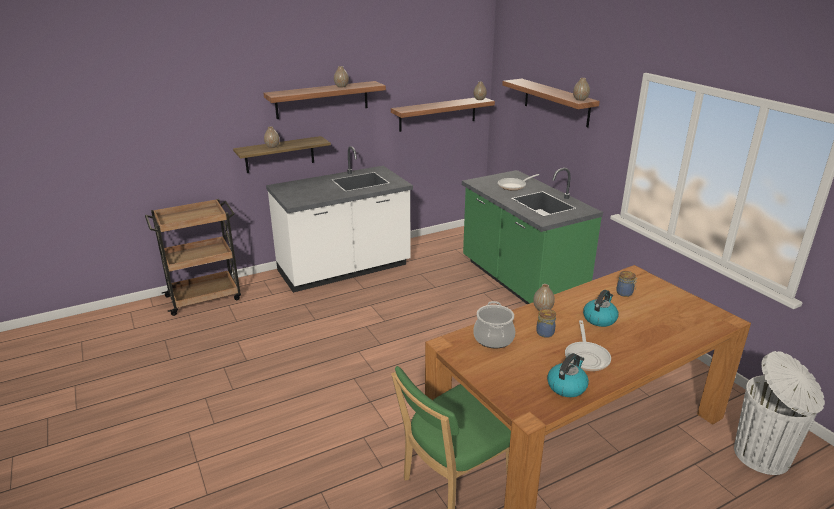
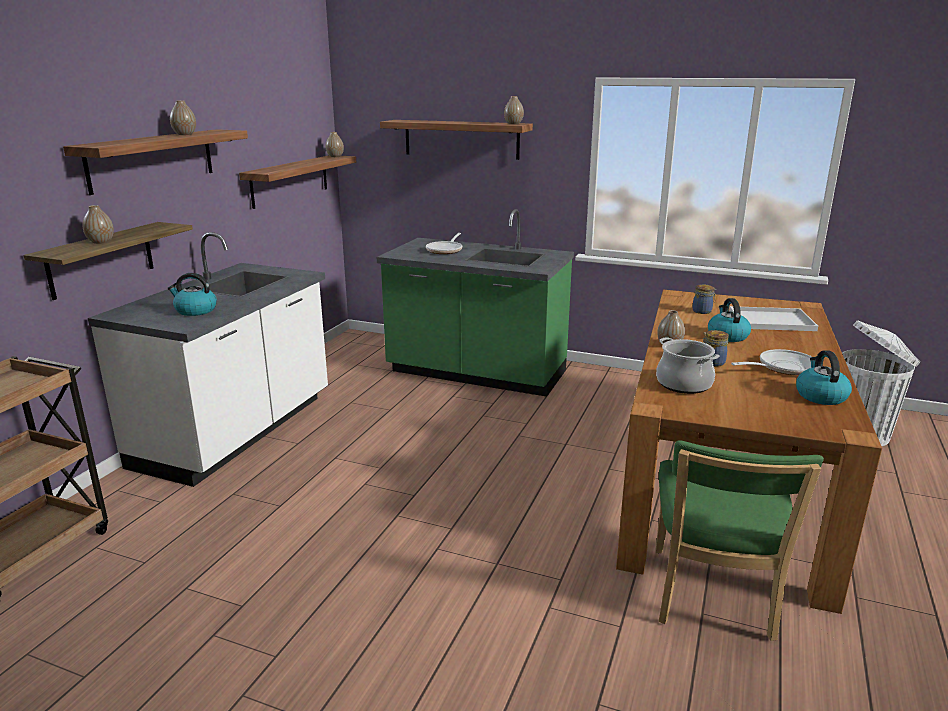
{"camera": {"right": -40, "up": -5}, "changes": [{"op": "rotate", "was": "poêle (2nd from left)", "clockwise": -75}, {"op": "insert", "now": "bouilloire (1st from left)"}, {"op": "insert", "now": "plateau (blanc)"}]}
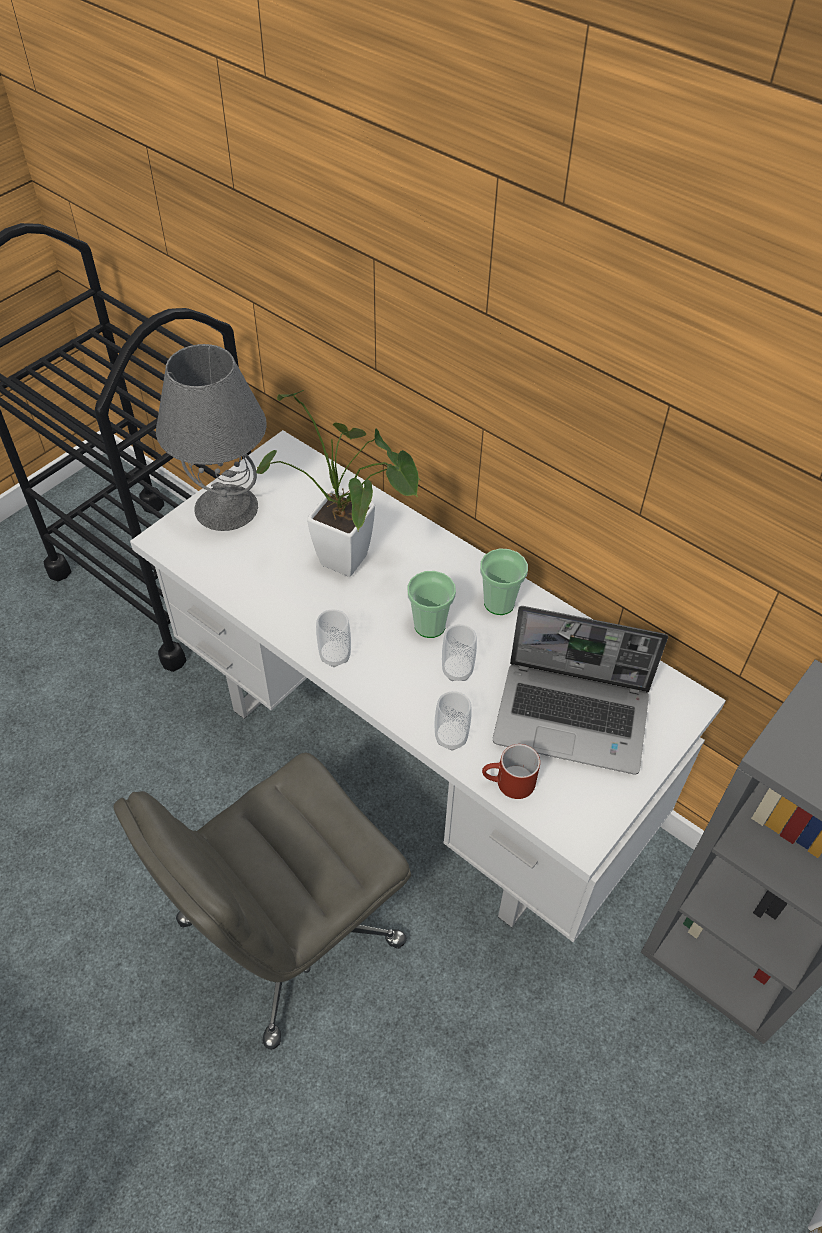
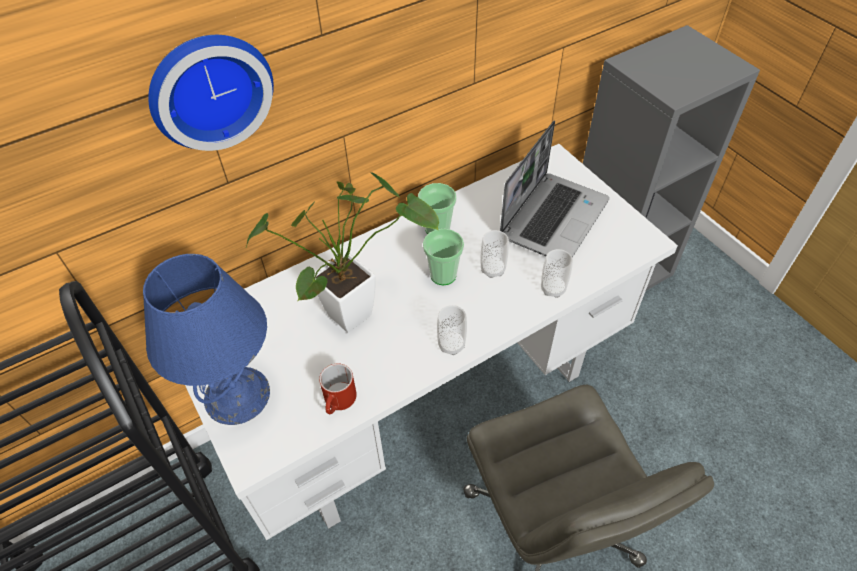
{"camera": {"right": -70, "up": 0}, "changes": [{"op": "recolor", "was": "lampe de table (gris)", "now": "lampe de table (bleu)"}, {"op": "move", "was": "mug (rouge)"}, {"op": "insert", "now": "horloge murale"}]}
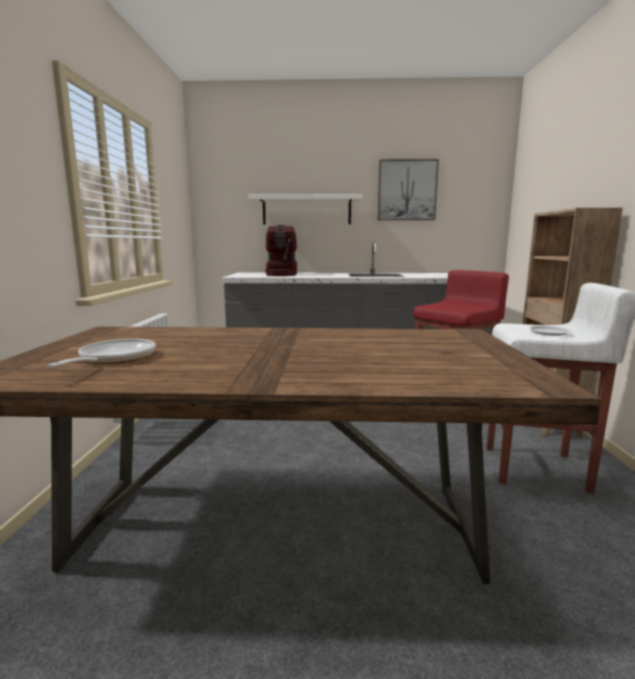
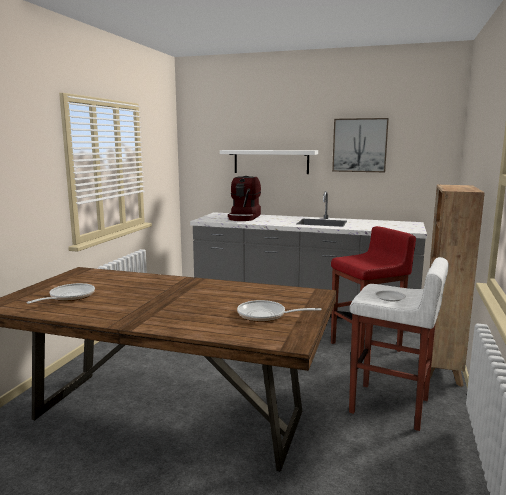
{"camera": {"right": 15, "up": 0}, "changes": [{"op": "insert", "now": "poêle (2nd from left)"}]}
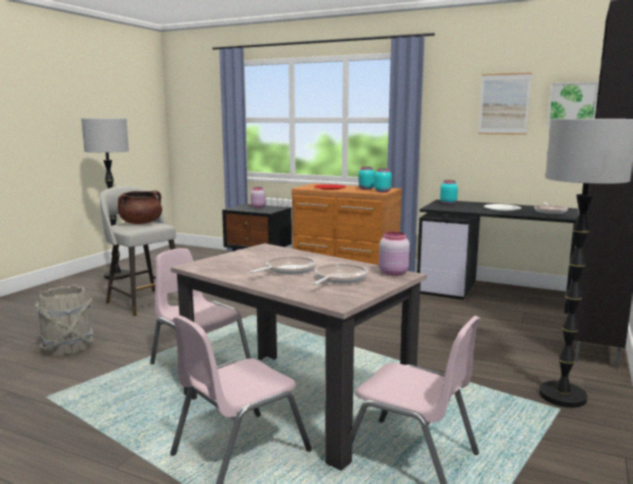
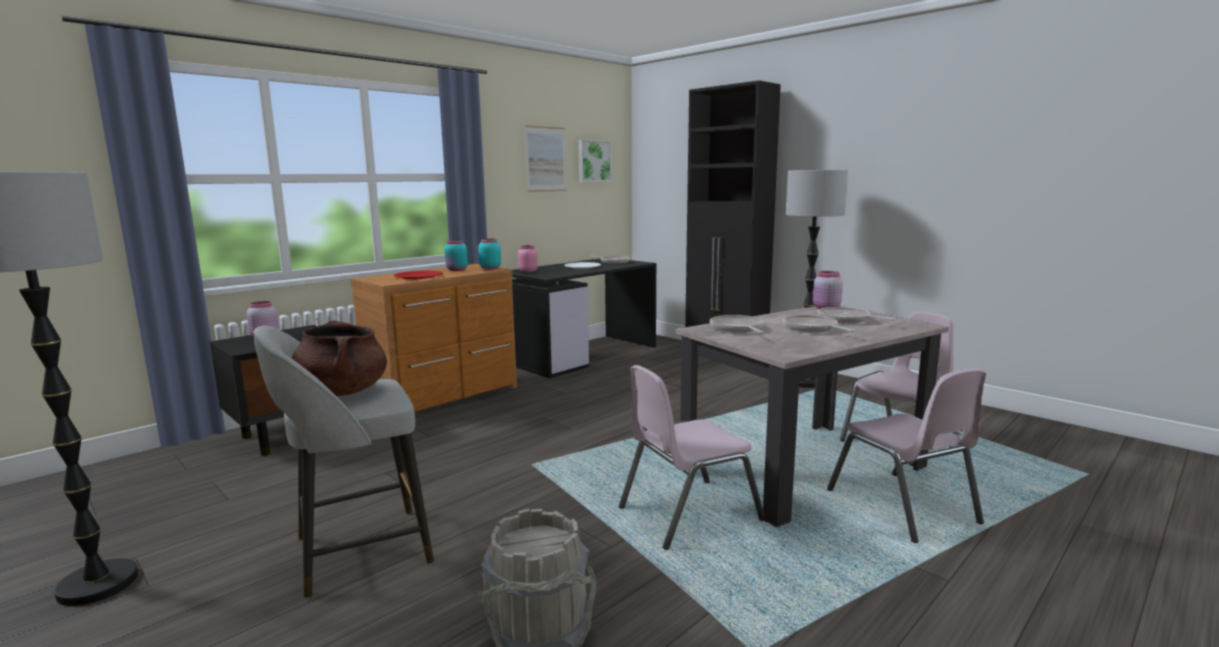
{"camera": {"right": -70, "up": 0}, "changes": [{"op": "recolor", "was": "bocal (turquoise) (3rd from left)", "now": "bocal (rose) (2nd from left)"}, {"op": "insert", "now": "poêle (2nd from left)"}]}
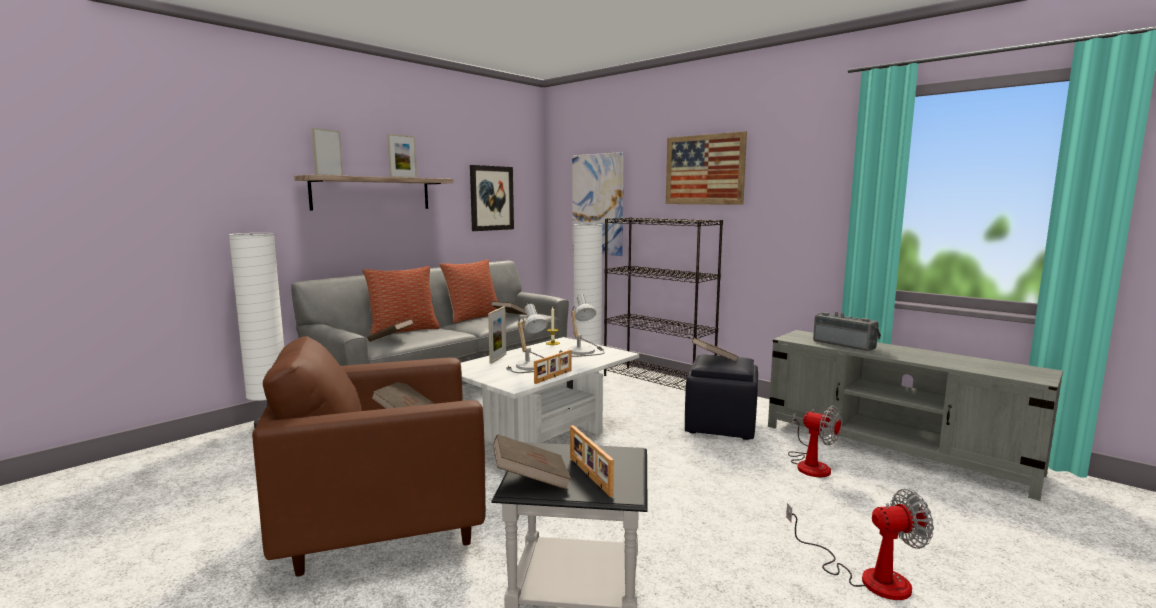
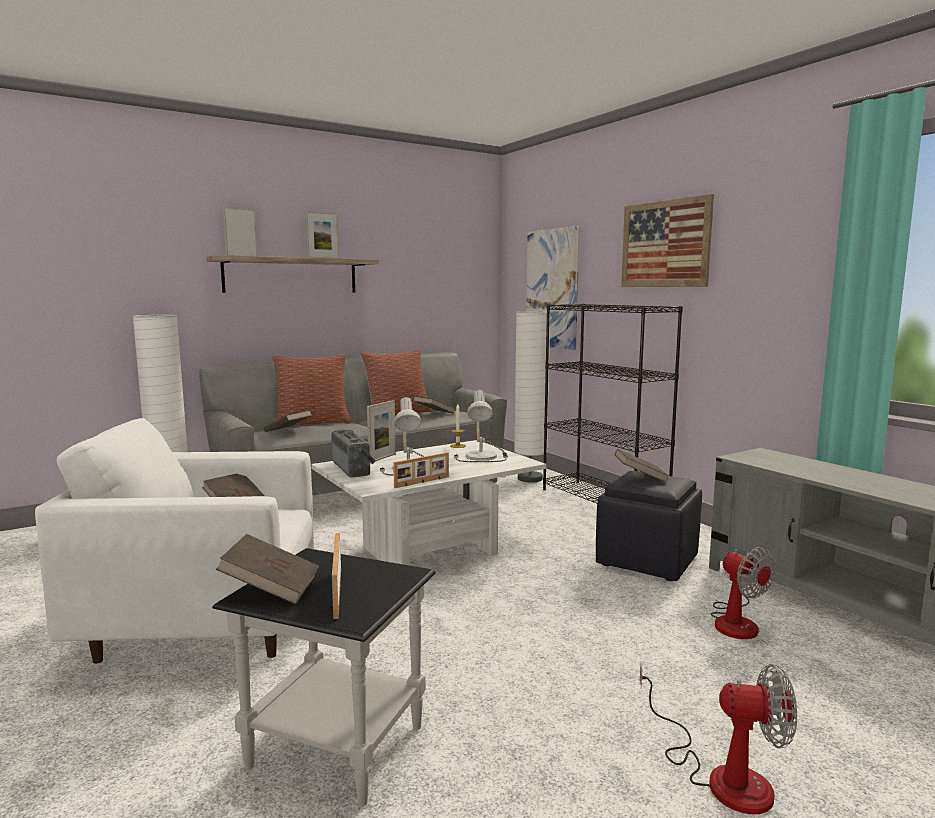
{"camera": {"right": 15, "up": 0}, "changes": [{"op": "delete", "was": "tableau (1st from left)"}, {"op": "move", "was": "radio"}, {"op": "recolor", "was": "fauteuil (marron)", "now": "fauteuil (blanc)"}]}
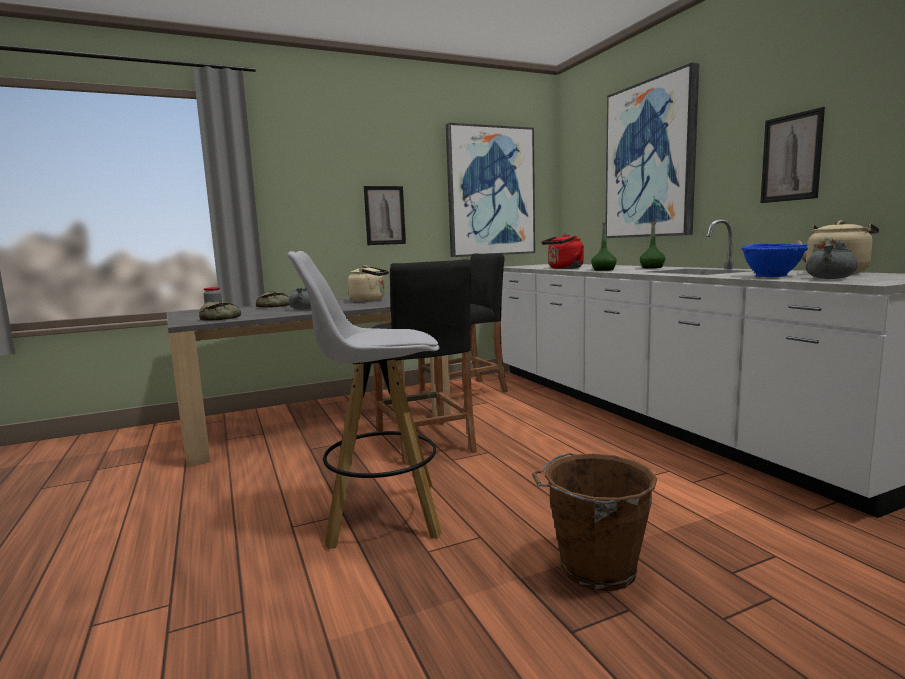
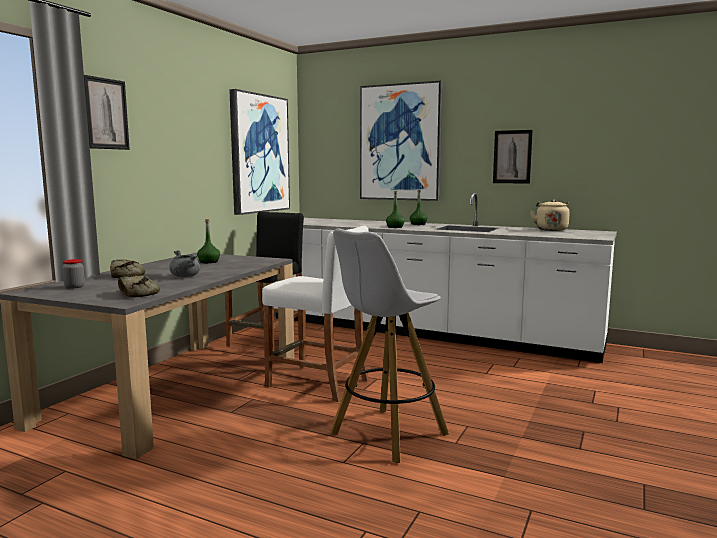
{"camera": {"right": -40, "up": 0}, "changes": [{"op": "move", "was": "tableau (1st from left)"}, {"op": "delete", "was": "bouilloire (rouge)"}, {"op": "delete", "was": "marmite (gris) (2nd from left)"}, {"op": "delete", "was": "bol (bleu)"}, {"op": "recolor", "was": "tabouret (noir) (1st from left)", "now": "tabouret (blanc) (1st from left)"}, {"op": "replace", "was": "bouilloire (beige) (1st from left)", "now": "bouteille (vert) (1st from left)"}, {"op": "delete", "was": "seau (marron)"}]}
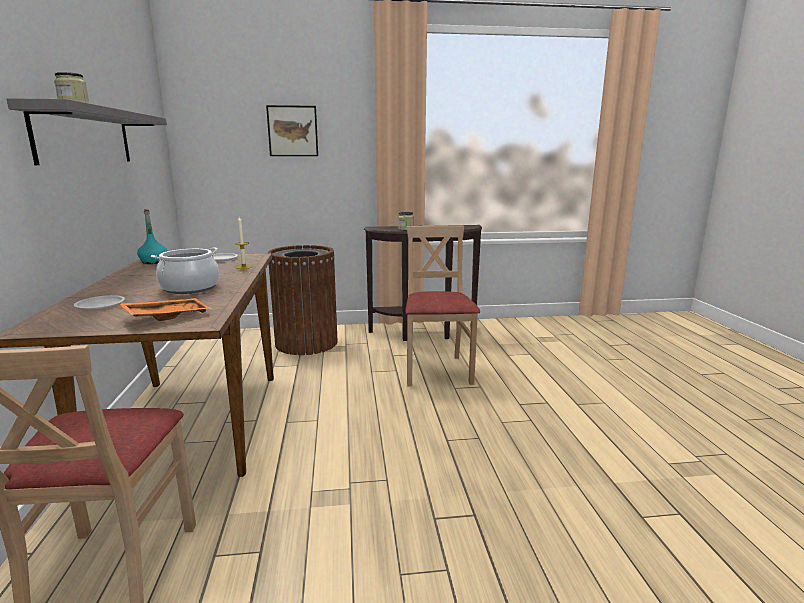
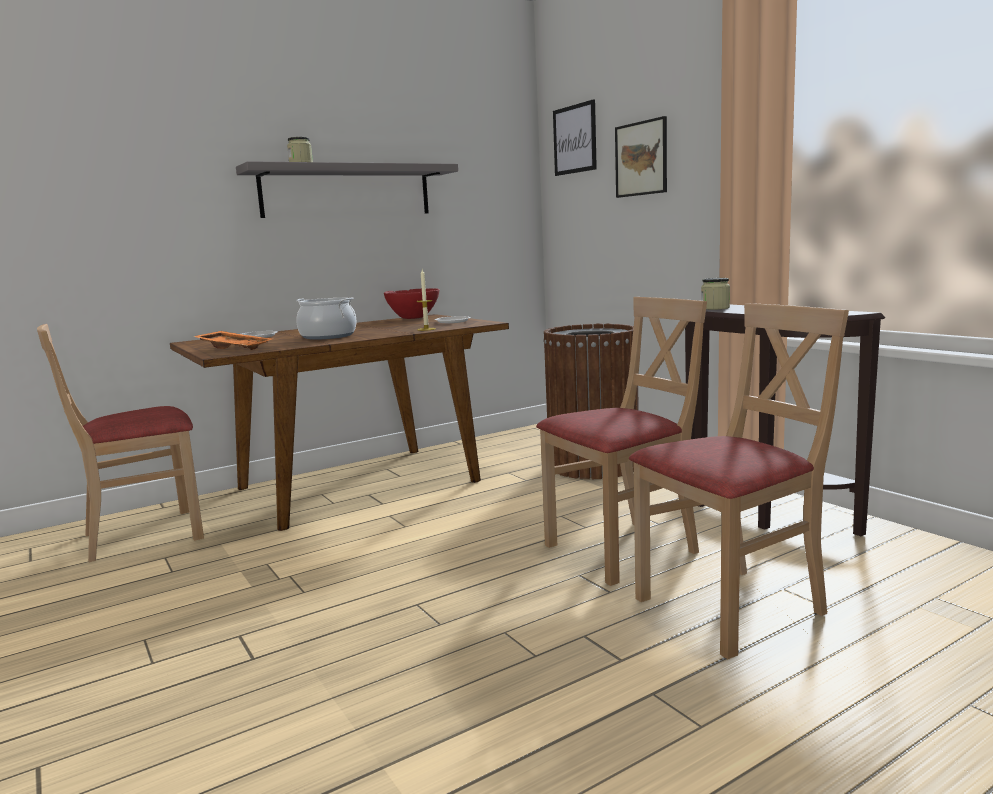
{"camera": {"right": 65, "up": -5}, "changes": [{"op": "replace", "was": "bouteille (turquoise)", "now": "bol (rouge)"}, {"op": "insert", "now": "tableau (1st from left)"}, {"op": "insert", "now": "chaise (beige) (3rd from left)"}]}
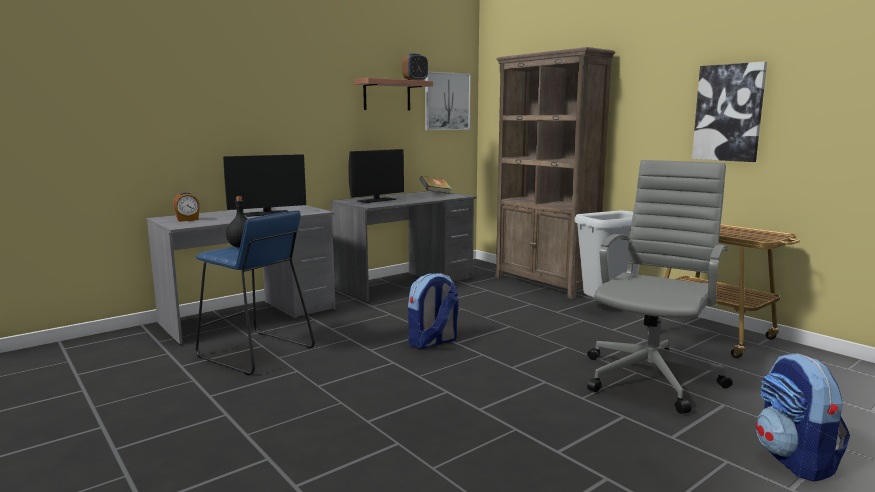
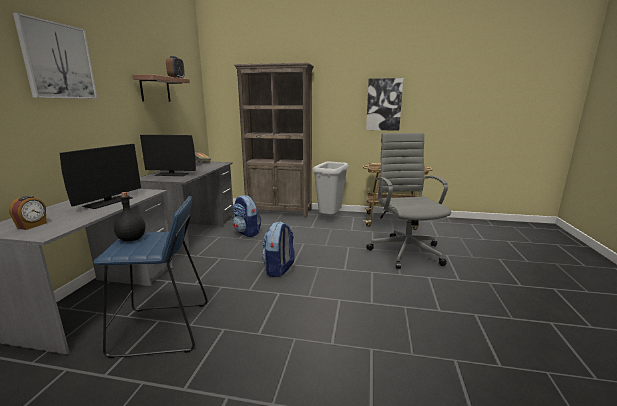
{"camera": {"right": -40, "up": 5}, "changes": [{"op": "move", "was": "tableau (1st from left)"}, {"op": "rotate", "was": "écran d'ordinateur (2nd from left)", "clockwise": 90}, {"op": "move", "was": "sac à dos (2nd from left in the first image)", "now": "sac à dos (1st from left)"}]}
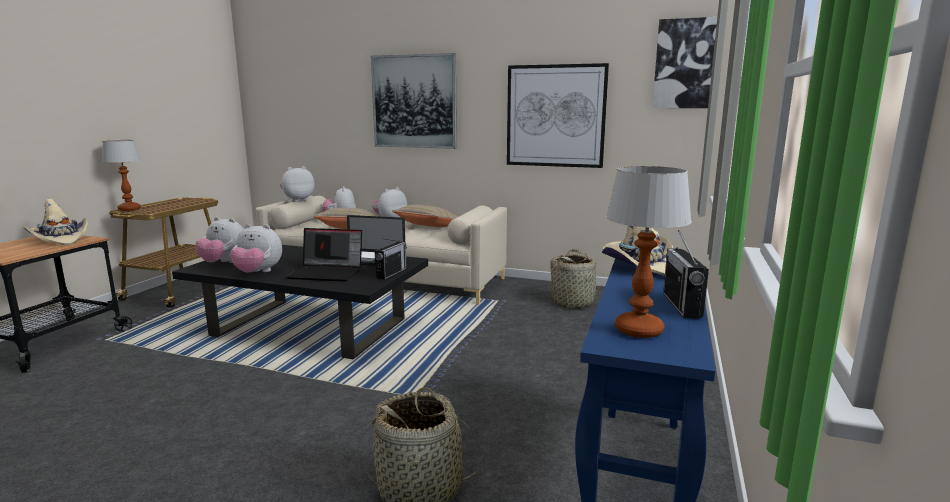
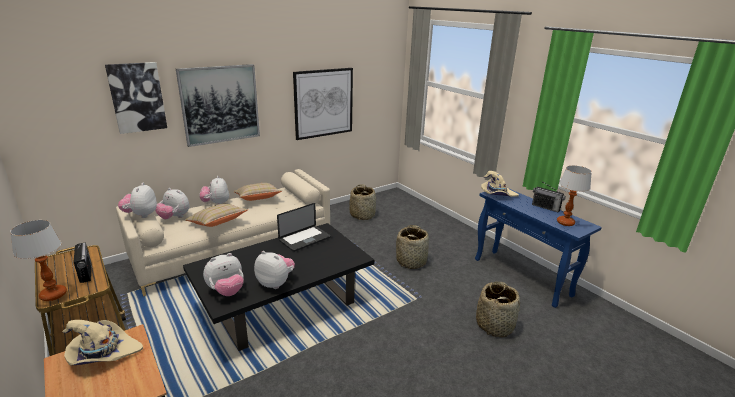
{"camera": {"right": -55, "up": 10}, "changes": [{"op": "move", "was": "tableau (3rd from left in the first image)", "now": "tableau (1st from left)"}, {"op": "rotate", "was": "peluche (2nd from left in the first image)", "clockwise": -105}, {"op": "delete", "was": "ordinateur portable (1st from left)"}, {"op": "move", "was": "radio (1st from left)"}, {"op": "insert", "now": "panier (2nd from left)"}]}
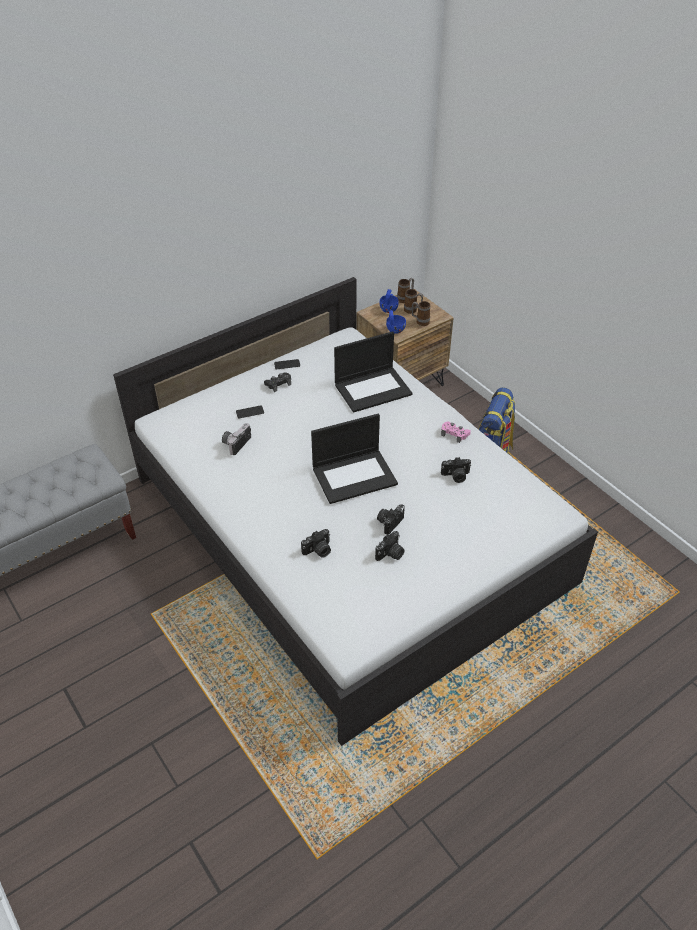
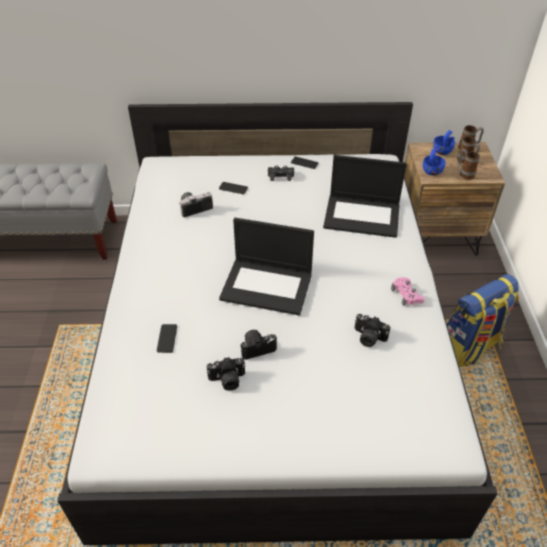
{"camera": {"right": 35, "up": 0}, "changes": [{"op": "replace", "was": "appareil photo (2nd from left)", "now": "téléphone (1st from left)"}]}
